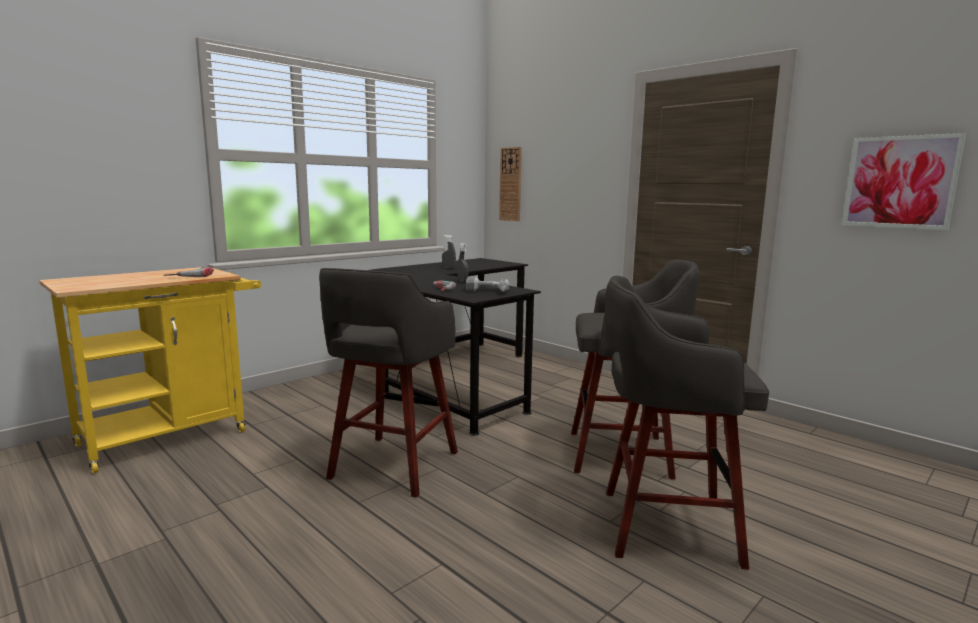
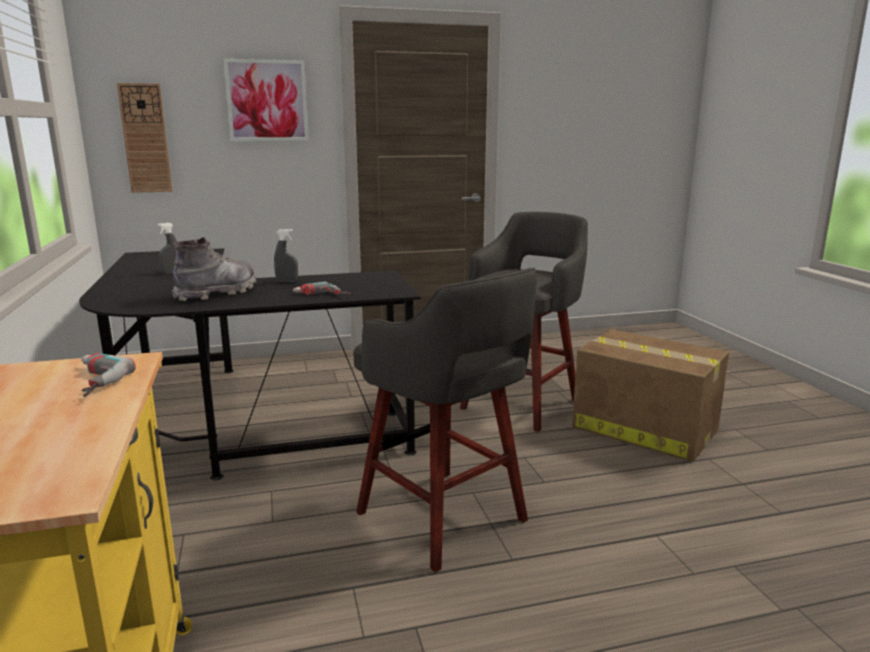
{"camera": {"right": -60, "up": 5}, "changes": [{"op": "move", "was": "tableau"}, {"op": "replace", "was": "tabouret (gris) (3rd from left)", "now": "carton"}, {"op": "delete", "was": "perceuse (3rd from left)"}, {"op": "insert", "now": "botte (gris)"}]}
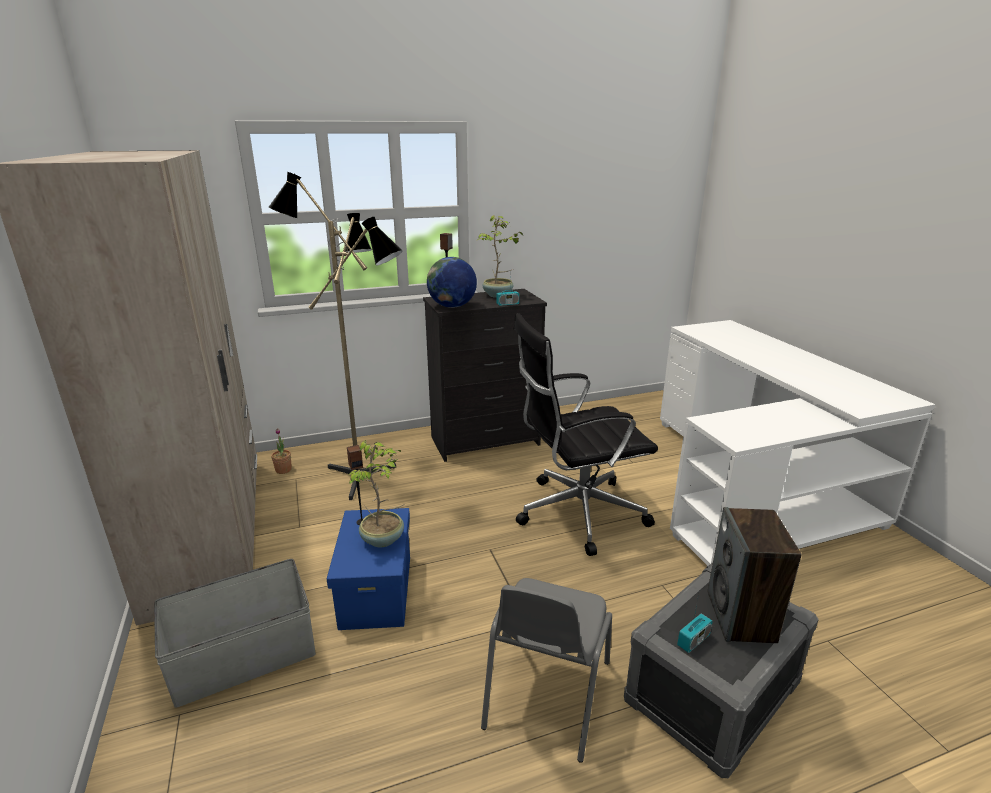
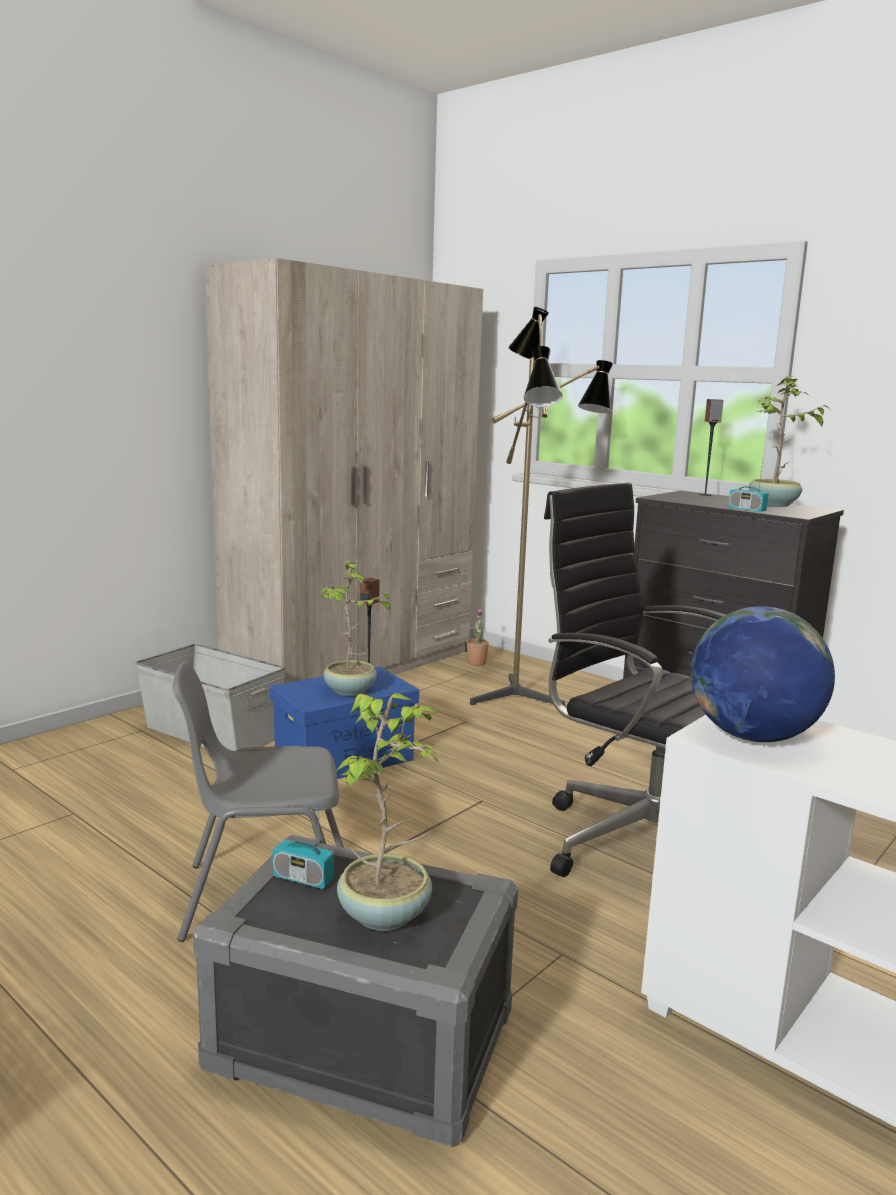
{"camera": {"right": 60, "up": -10}, "changes": [{"op": "move", "was": "globe"}, {"op": "replace", "was": "enceinte (3rd from left)", "now": "plante en pot (2nd from left)"}]}
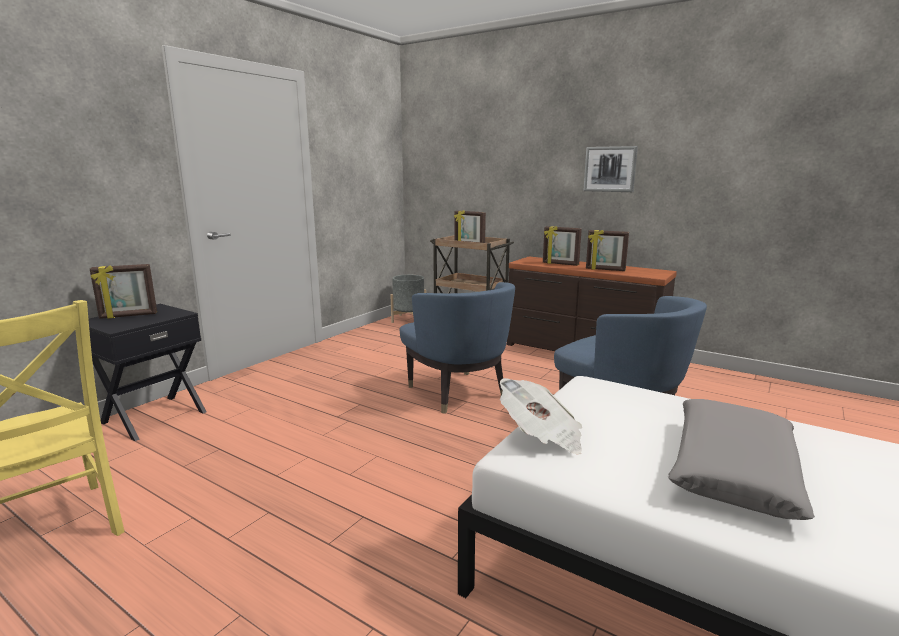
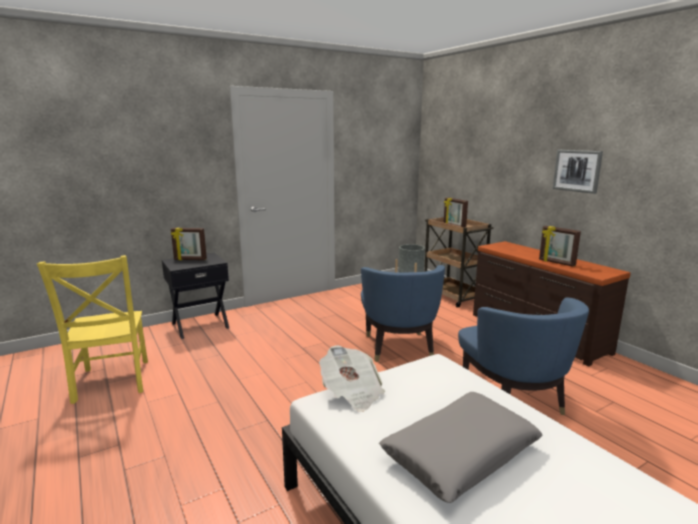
{"camera": {"right": 25, "up": 0}, "changes": [{"op": "delete", "was": "cadre photo (3rd from left)"}]}
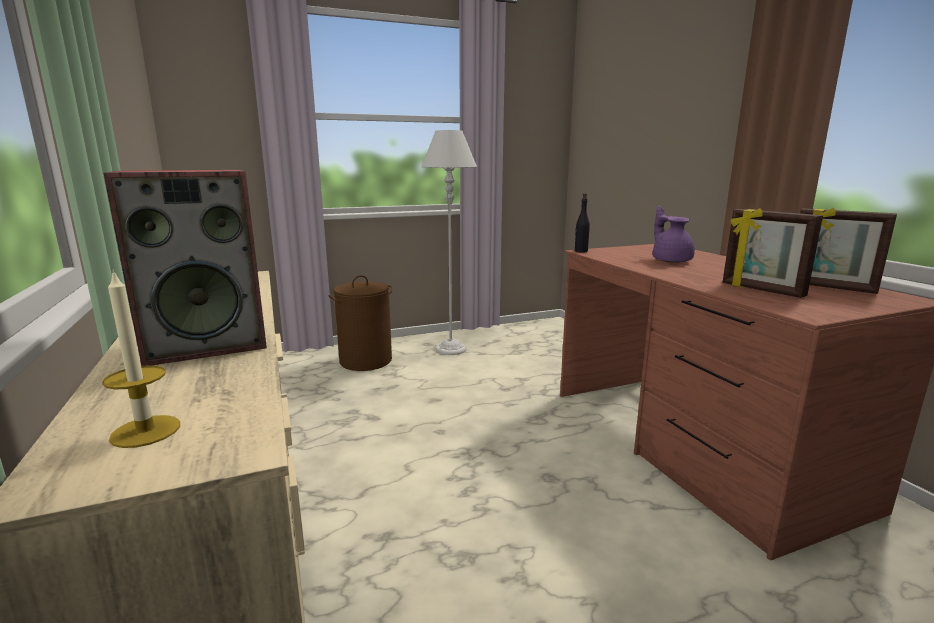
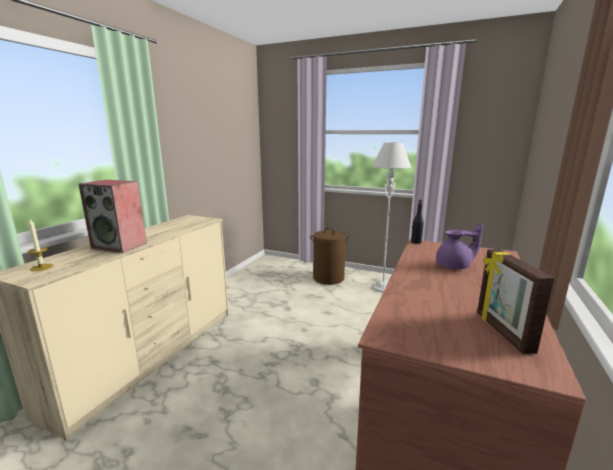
{"camera": {"right": 45, "up": 0}, "changes": [{"op": "rotate", "was": "théière (violet)", "clockwise": 60}, {"op": "delete", "was": "cadre photo (1st from left)"}]}
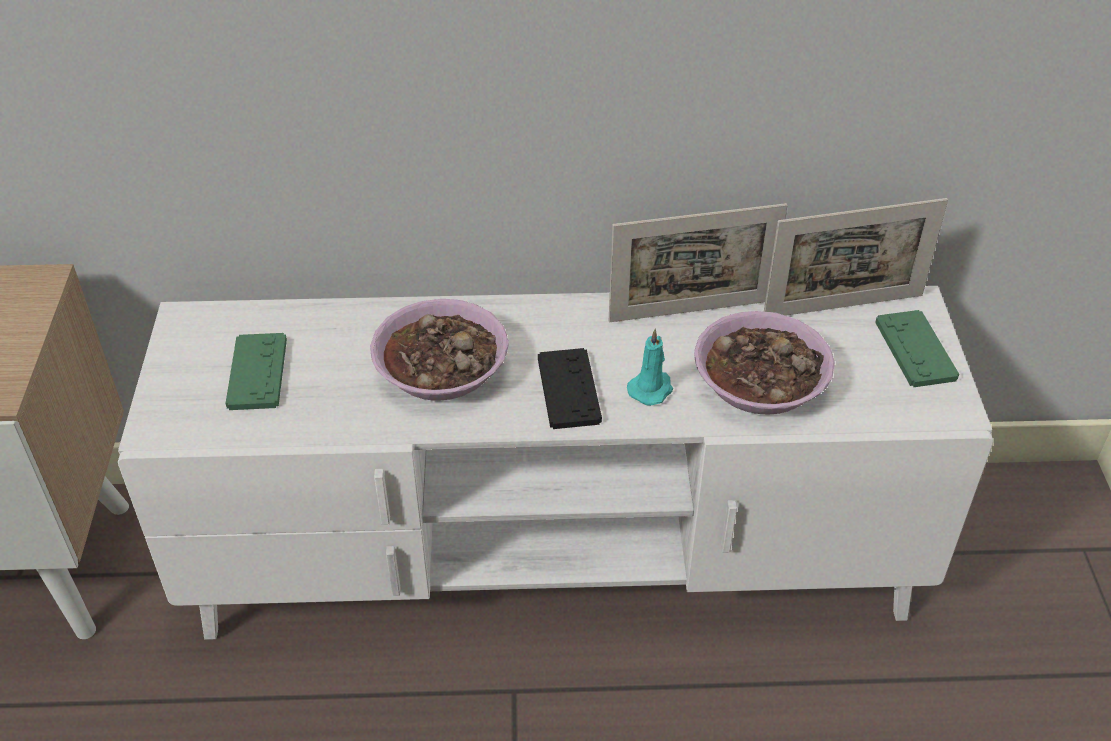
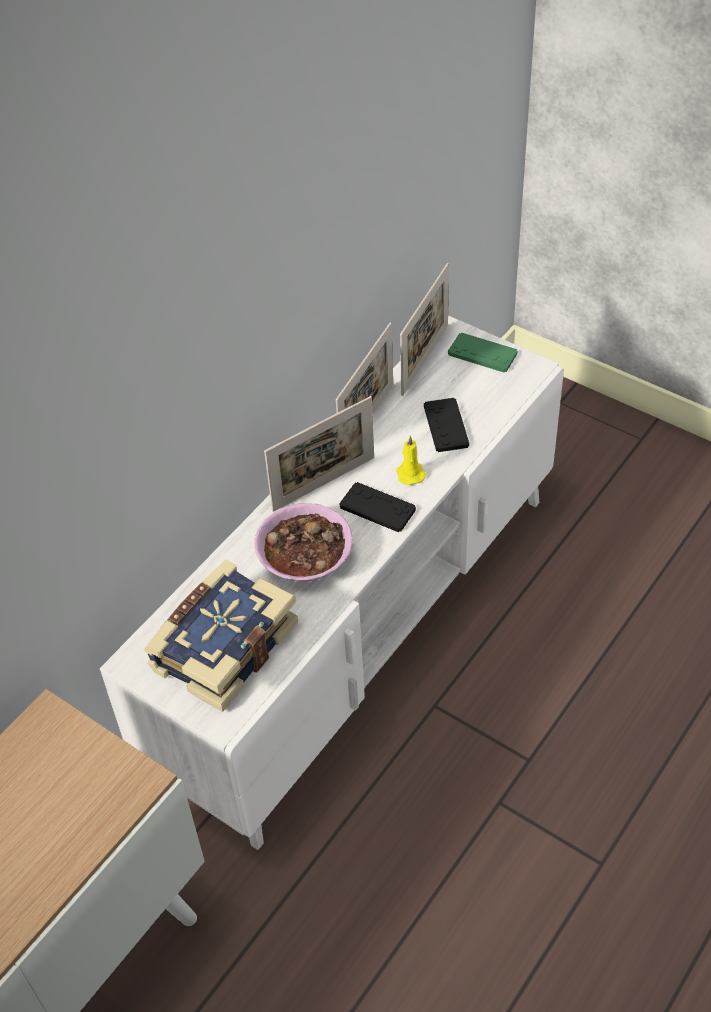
{"camera": {"right": -50, "up": 5}, "changes": [{"op": "replace", "was": "bol (2nd from left)", "now": "manette (noir) (2nd from left)"}, {"op": "recolor", "was": "bougie (turquoise)", "now": "bougie (jaune)"}, {"op": "replace", "was": "manette (vert) (1st from left)", "now": "livre"}, {"op": "insert", "now": "cadre photo (1st from left)"}]}
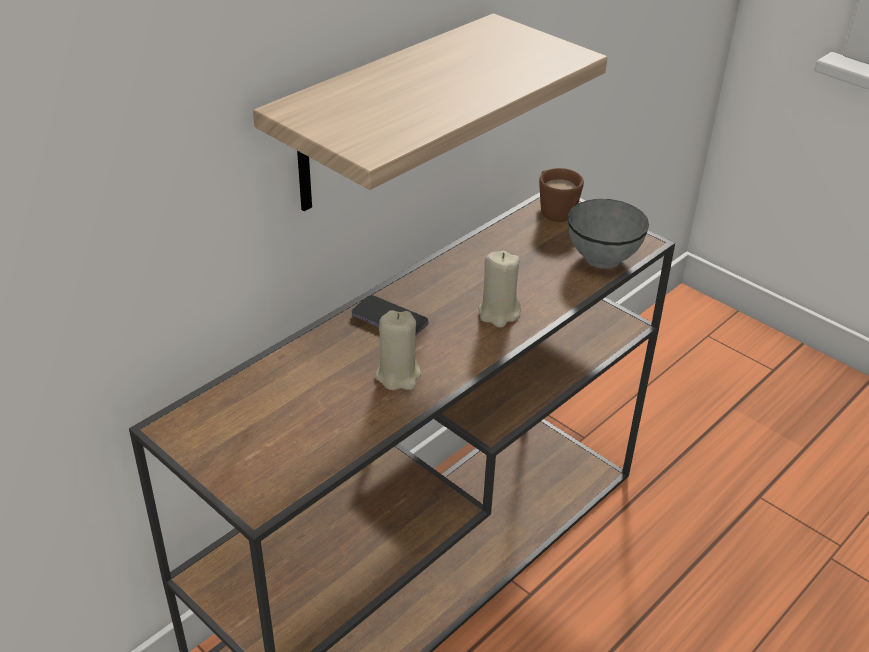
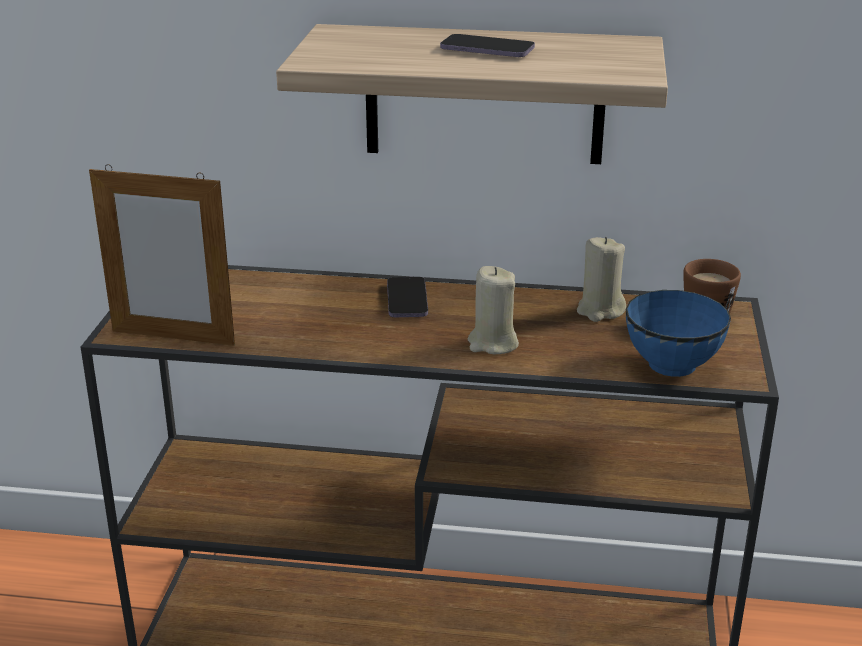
{"camera": {"right": 55, "up": -10}, "changes": [{"op": "recolor", "was": "bol (gris)", "now": "bol (bleu)"}, {"op": "move", "was": "bougie (beige) (1st from left in the first image)", "now": "bougie (beige) (2nd from left)"}, {"op": "insert", "now": "téléphone (2nd from left)"}, {"op": "insert", "now": "cadre photo"}]}
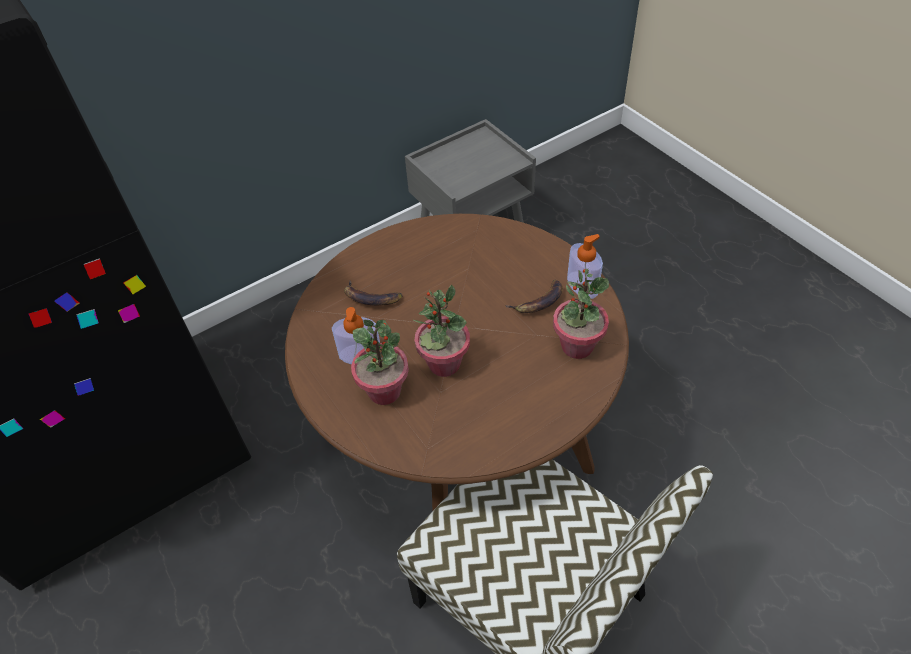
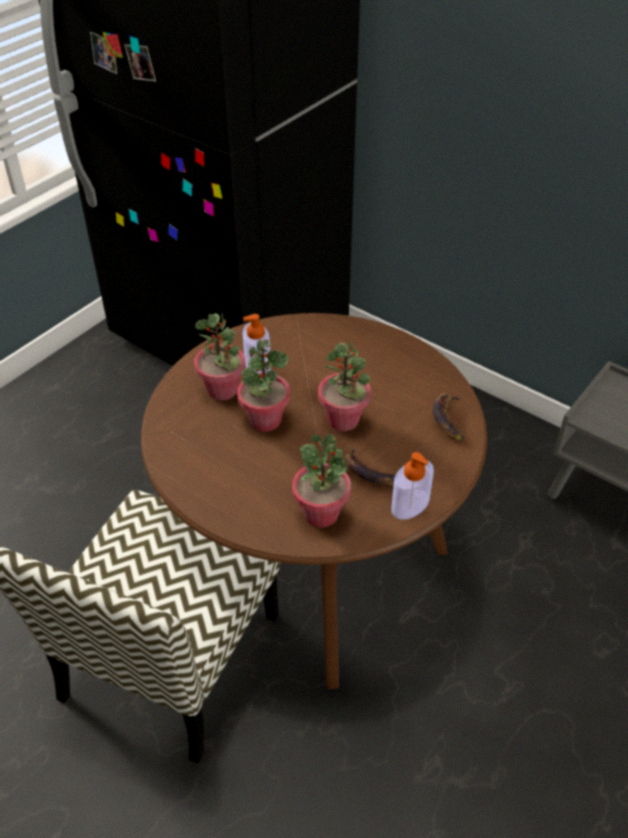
{"camera": {"right": 70, "up": -5}, "changes": [{"op": "move", "was": "banane (1st from left in the first image)", "now": "banane (2nd from left)"}, {"op": "insert", "now": "plante en pot (4th from left)"}]}
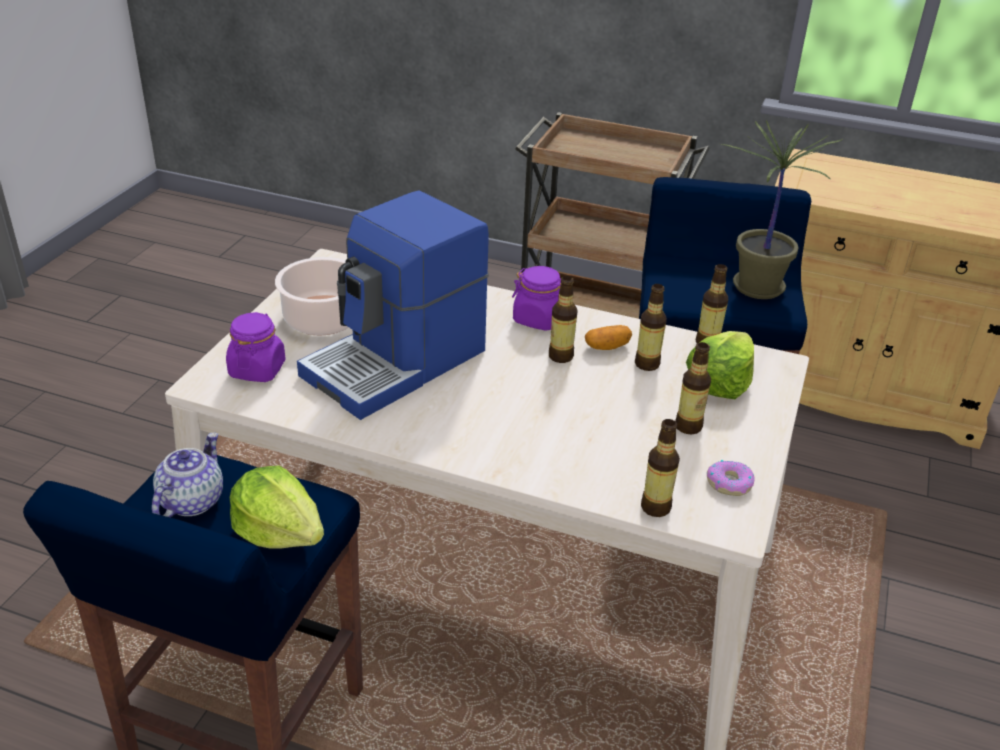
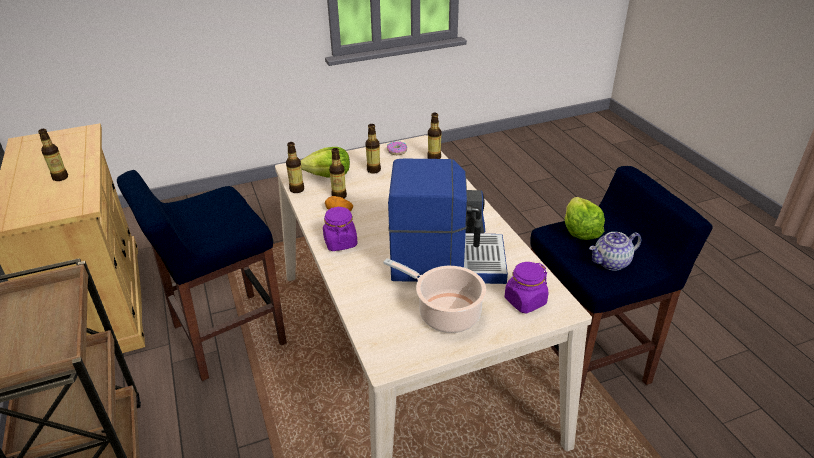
{"camera": {"right": -130, "up": 0}, "changes": [{"op": "delete", "was": "plante en pot"}, {"op": "move", "was": "bouteille (1st from left)"}]}
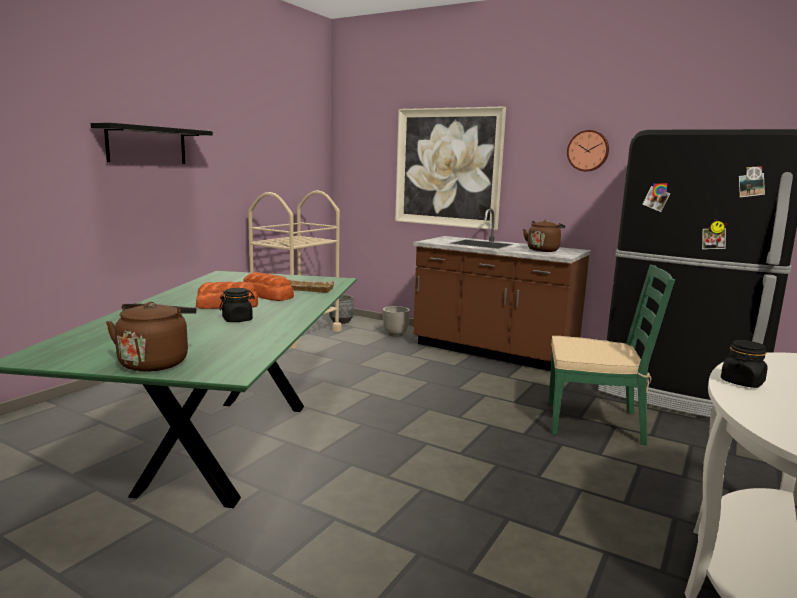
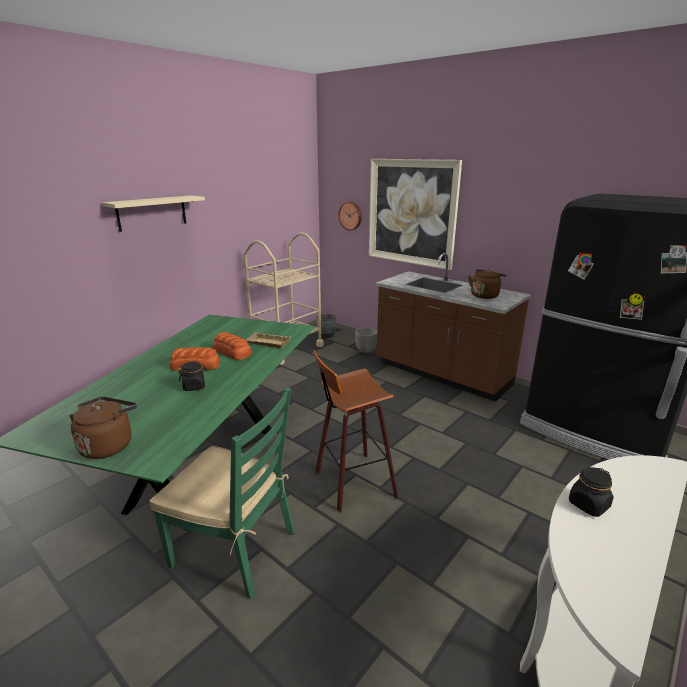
{"camera": {"right": 10, "up": 10}, "changes": [{"op": "recolor", "was": "étagère (noir)", "now": "étagère (beige)"}, {"op": "move", "was": "horloge murale"}, {"op": "move", "was": "chaise (vert)"}, {"op": "insert", "now": "tabouret"}]}
